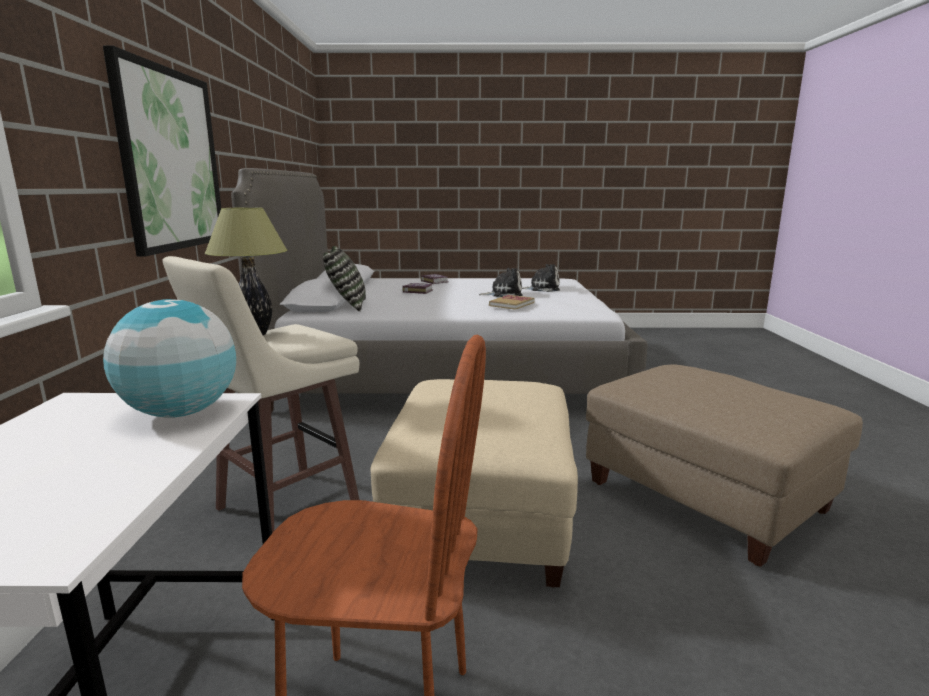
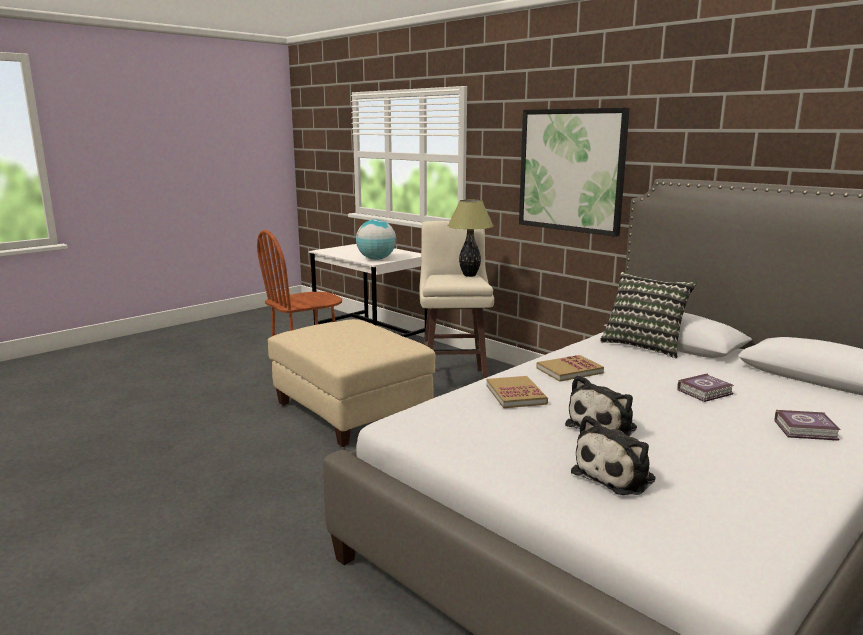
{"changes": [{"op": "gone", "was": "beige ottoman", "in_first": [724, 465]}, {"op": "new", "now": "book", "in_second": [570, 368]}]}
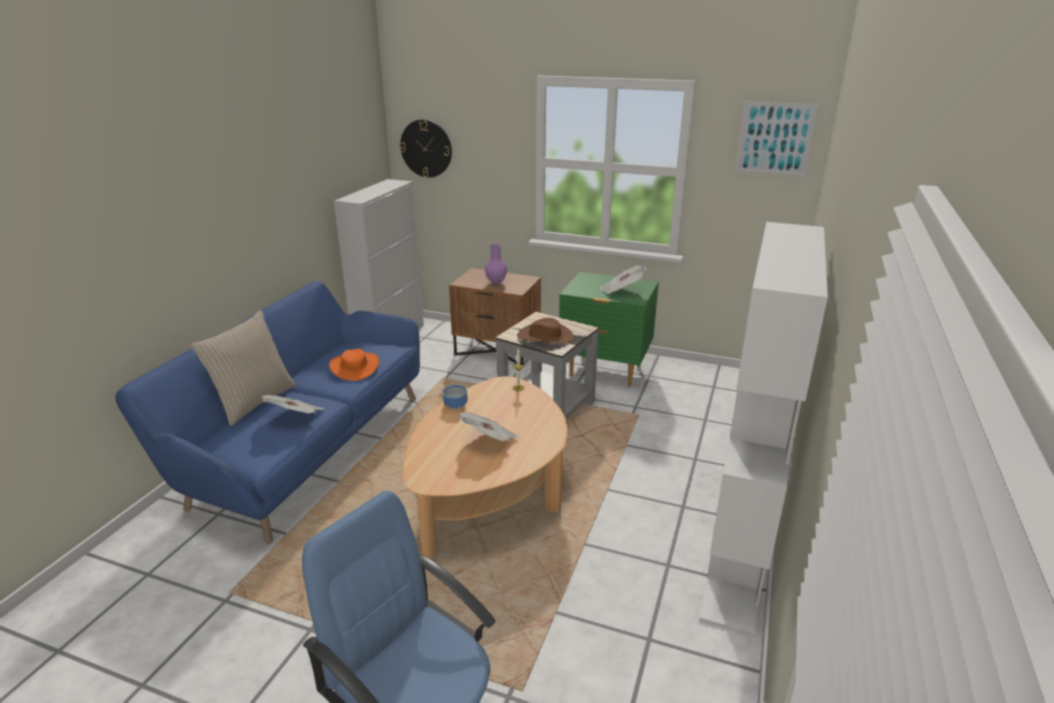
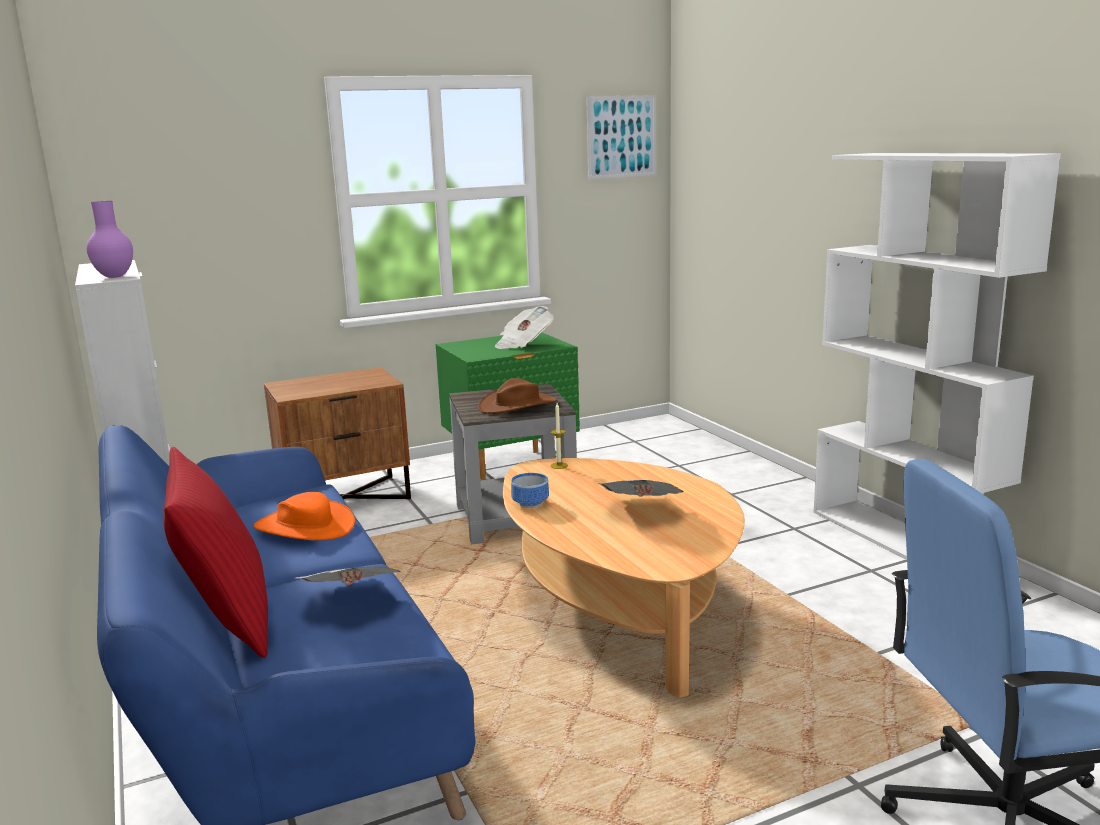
{"changes": [{"op": "gone", "was": "wall clock", "in_first": [426, 148]}, {"op": "shifted", "was": "purple vase", "in_first": [496, 264], "in_second": [109, 239]}, {"op": "repainted", "was": "beige pillow", "now": "red pillow", "in_first": [243, 368], "in_second": [215, 552]}]}
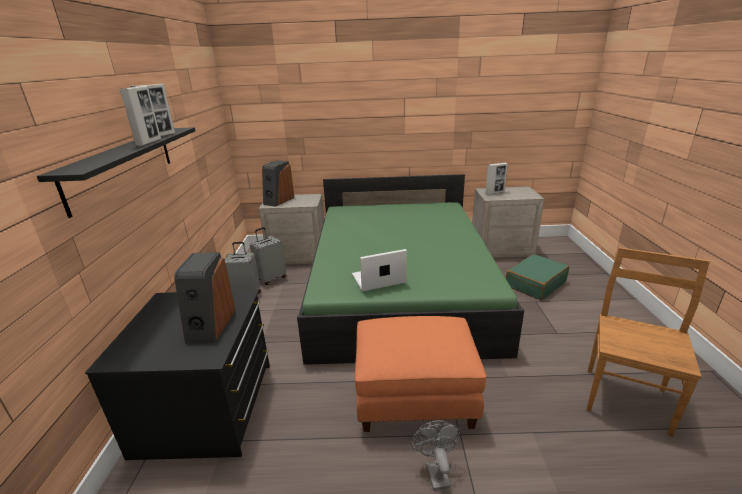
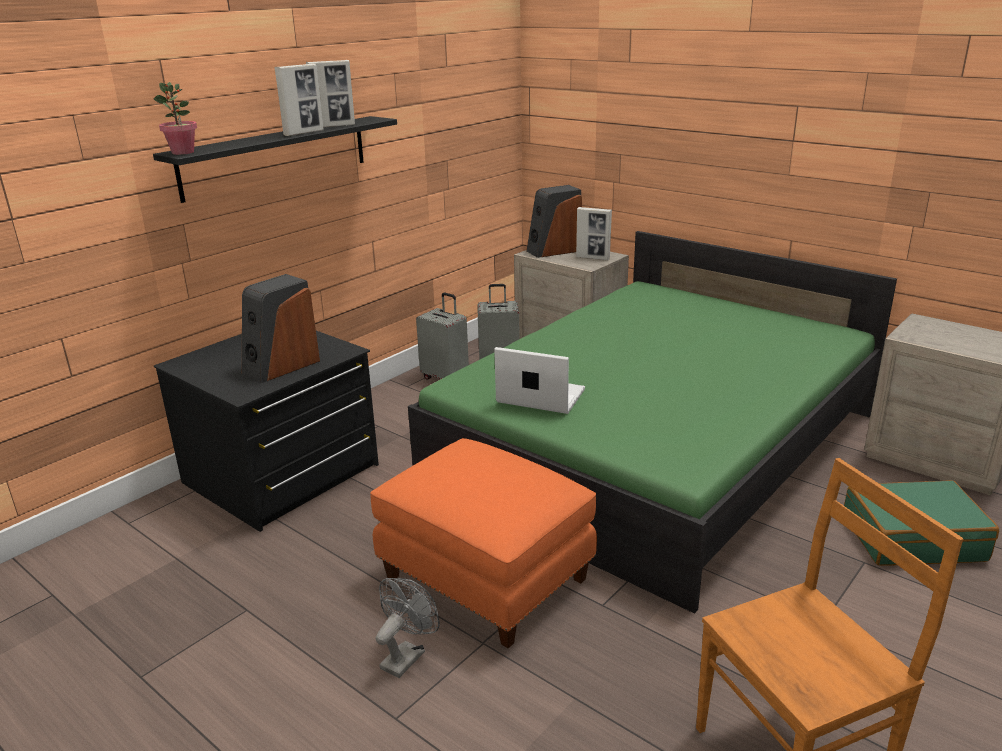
{"changes": [{"op": "shifted", "was": "picture frame", "in_first": [496, 179], "in_second": [594, 233]}, {"op": "new", "now": "potted plant", "in_second": [175, 118]}]}
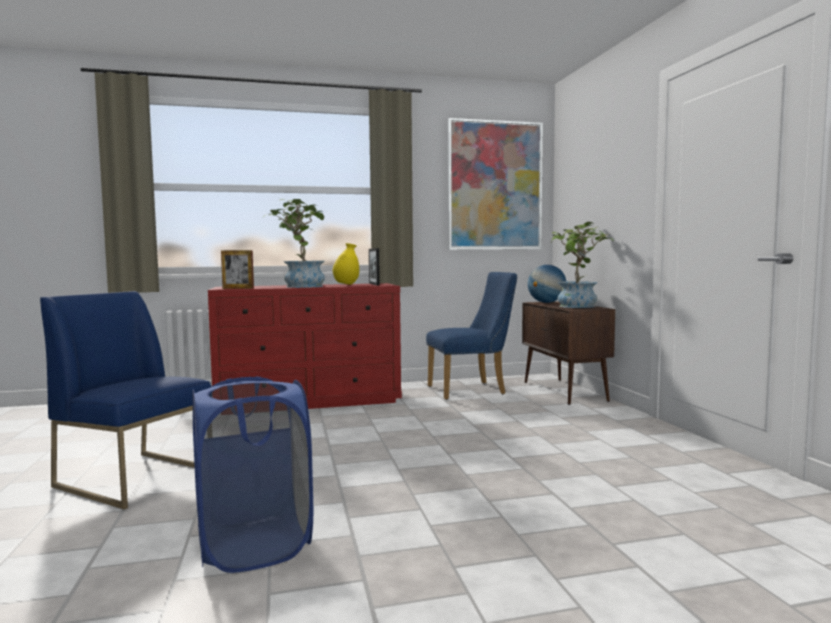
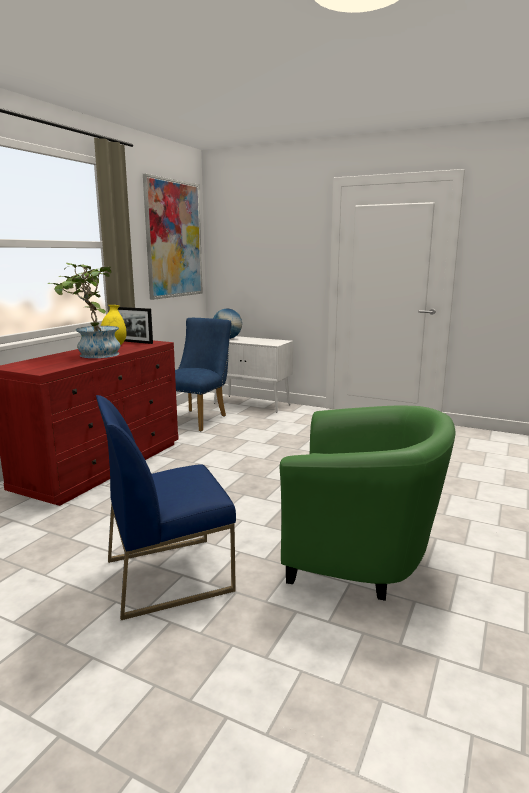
{"changes": [{"op": "gone", "was": "potted plant", "in_first": [582, 265]}, {"op": "gone", "was": "picture frame", "in_first": [237, 269]}, {"op": "repainted", "was": "brown cabinet", "now": "white cabinet", "in_first": [568, 353], "in_second": [253, 374]}, {"op": "swapped", "was": "blue laundry basket", "now": "green armchair", "in_first": [252, 475], "in_second": [367, 503]}]}
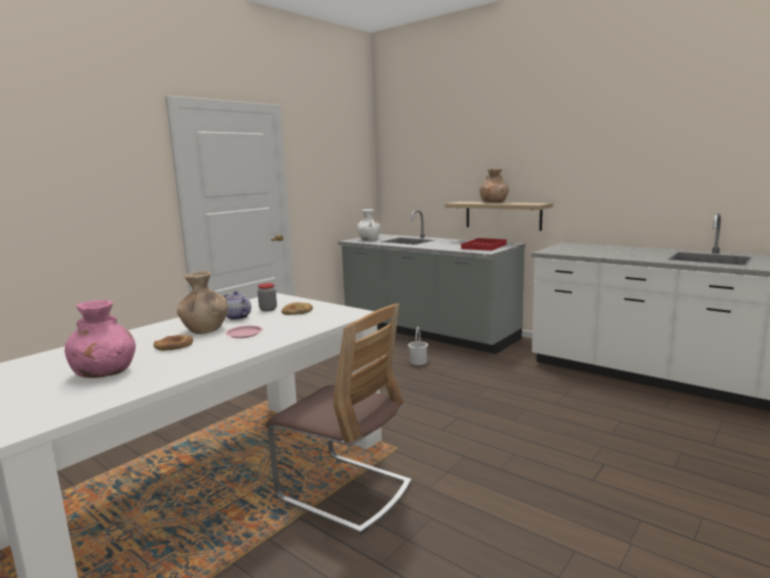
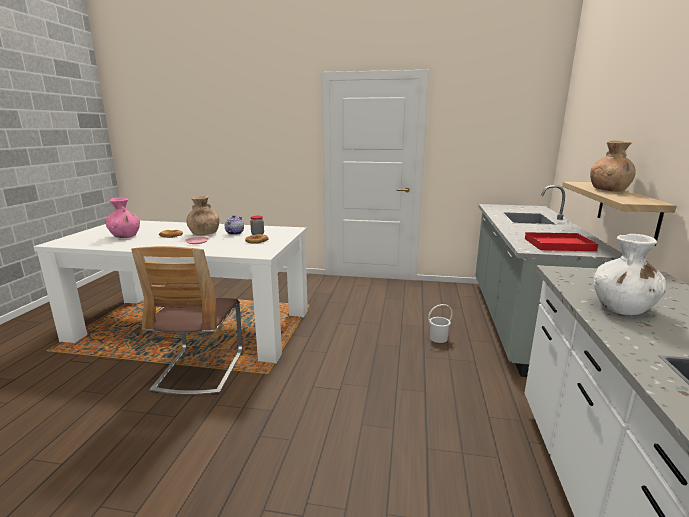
{"changes": [{"op": "shifted", "was": "white vase", "in_first": [369, 224], "in_second": [629, 274]}]}
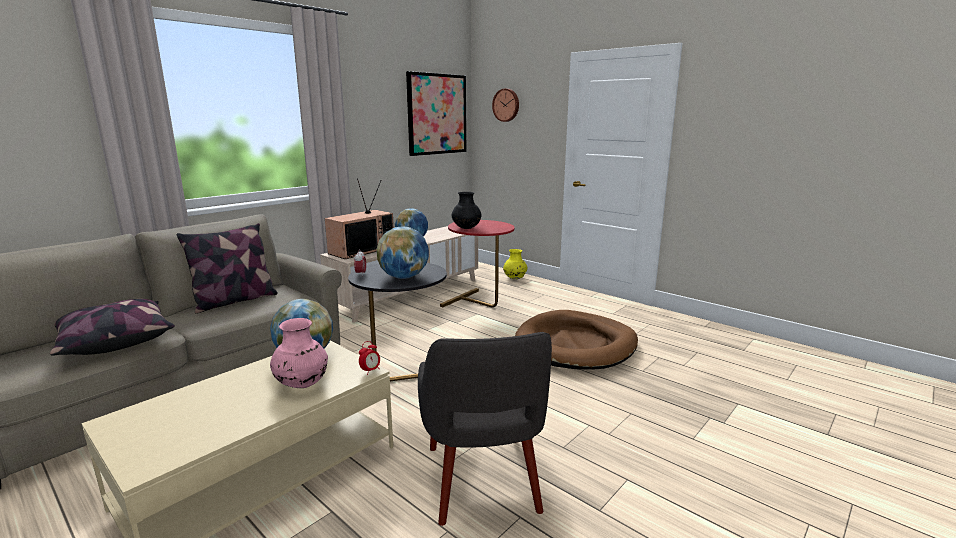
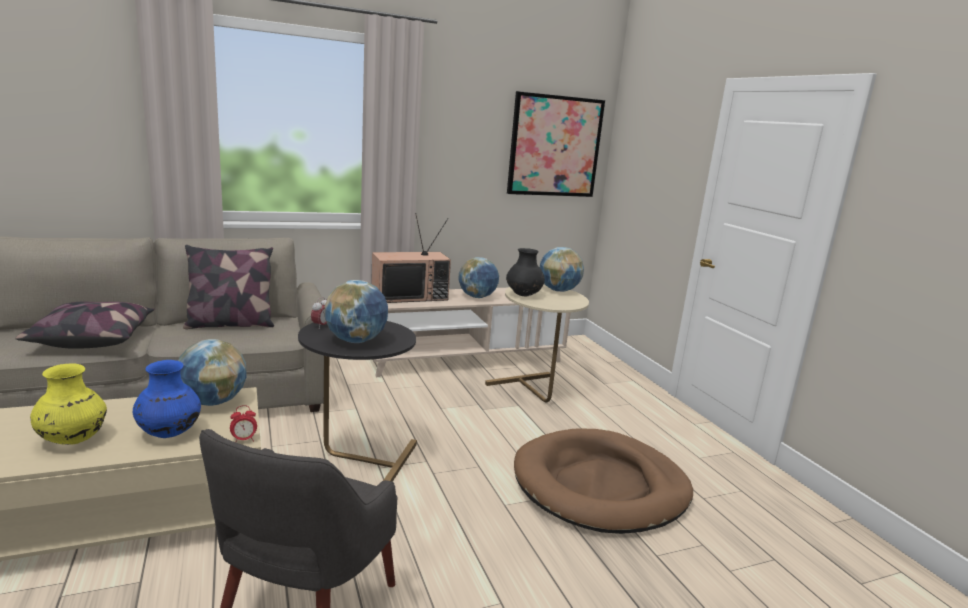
{"changes": [{"op": "gone", "was": "wall clock", "in_first": [505, 105]}, {"op": "repainted", "was": "red side table", "now": "beige side table", "in_first": [477, 263], "in_second": [537, 343]}, {"op": "shifted", "was": "yellow vase", "in_first": [515, 264], "in_second": [68, 404]}, {"op": "repainted", "was": "pink vase", "now": "blue vase", "in_first": [299, 353], "in_second": [167, 399]}, {"op": "new", "now": "globe", "in_second": [562, 269]}]}
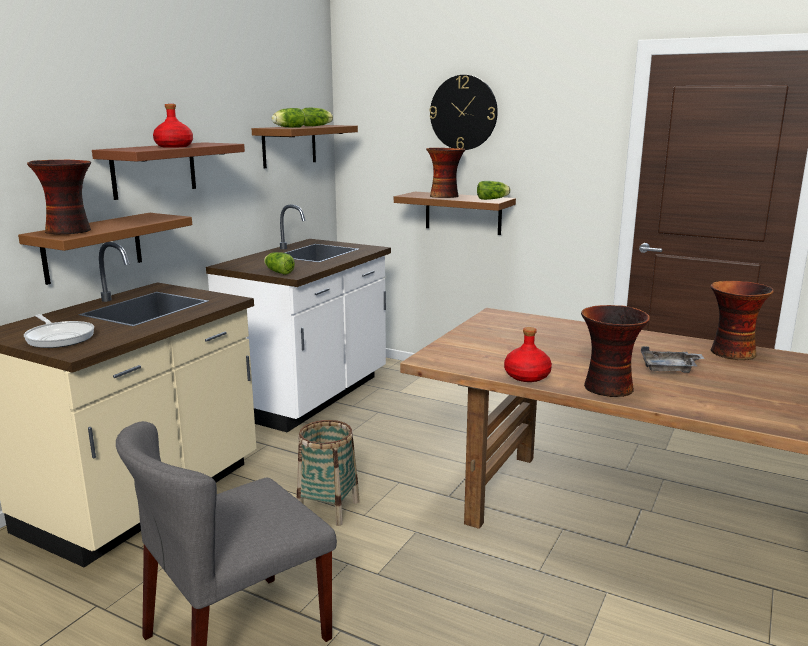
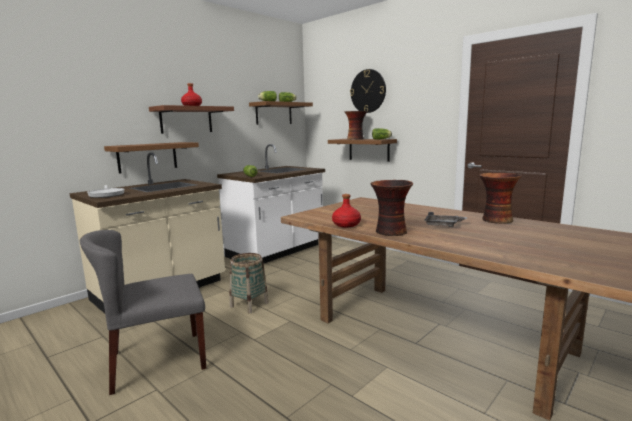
{"changes": [{"op": "gone", "was": "vase", "in_first": [59, 197]}]}
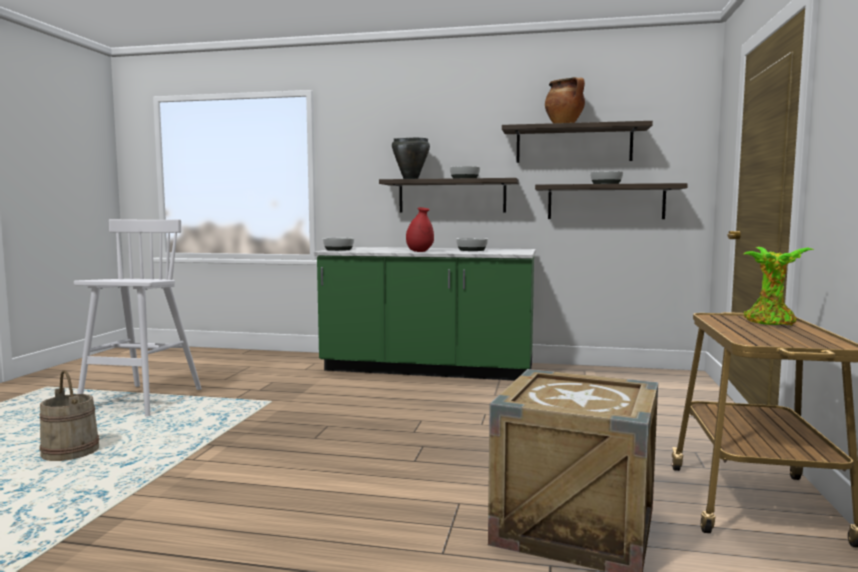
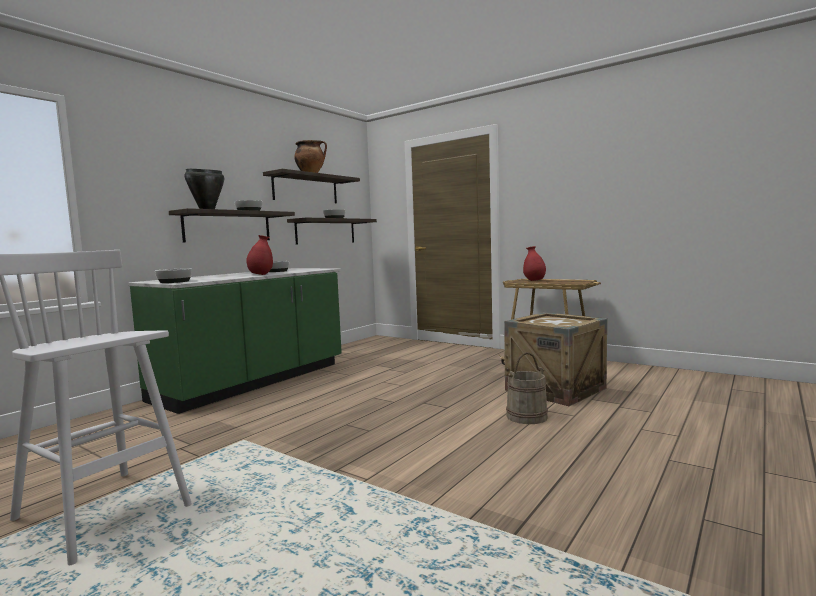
{"changes": [{"op": "swapped", "was": "potted plant", "now": "red vase", "in_first": [779, 286], "in_second": [534, 263]}, {"op": "shifted", "was": "beige bucket", "in_first": [69, 415], "in_second": [527, 388]}]}
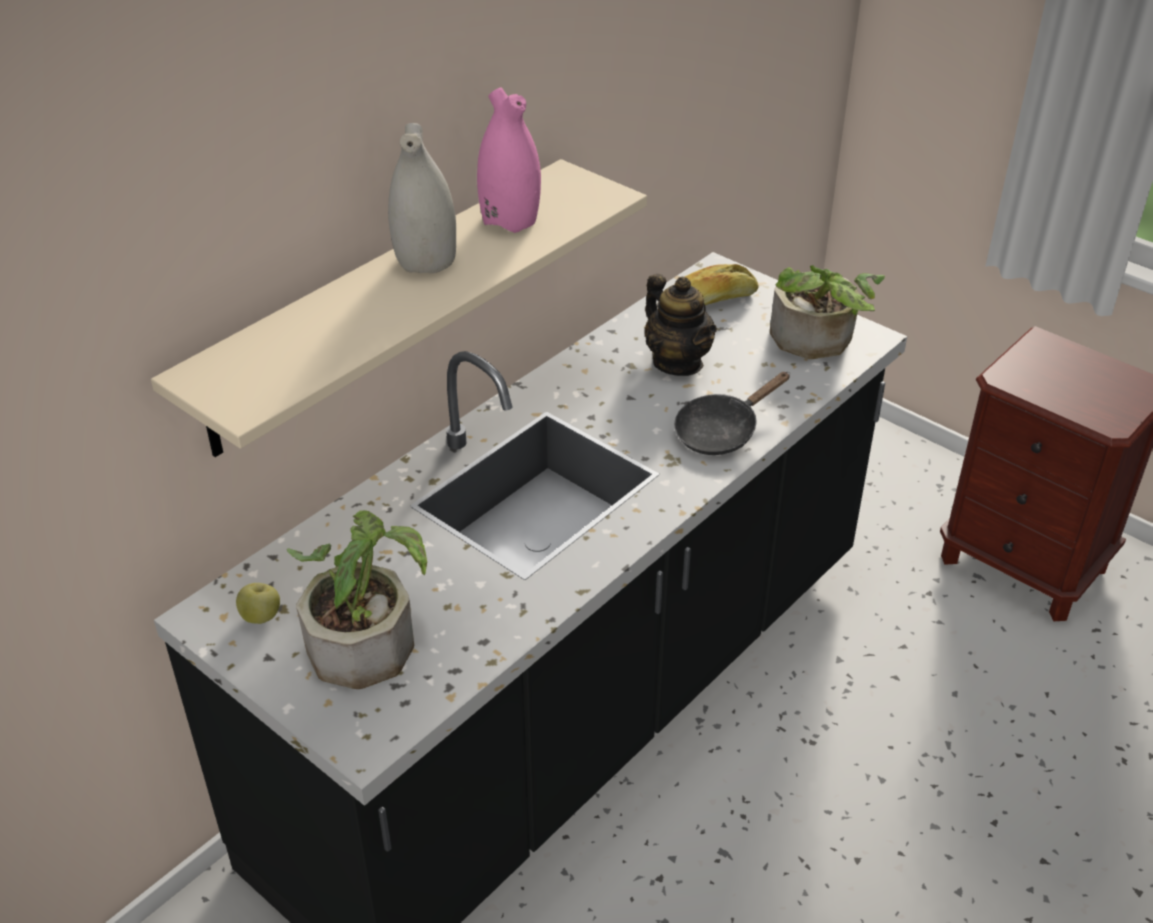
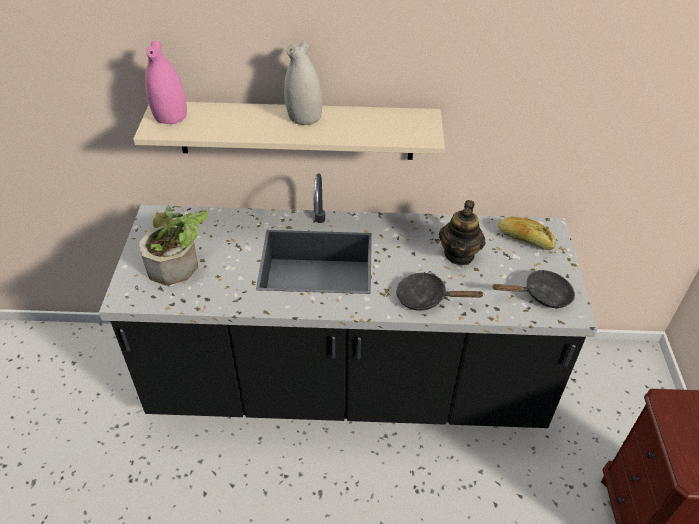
{"changes": [{"op": "shifted", "was": "pink vase", "in_first": [509, 160], "in_second": [166, 82]}, {"op": "swapped", "was": "potted plant", "now": "black frying pan", "in_first": [827, 312], "in_second": [533, 289]}]}
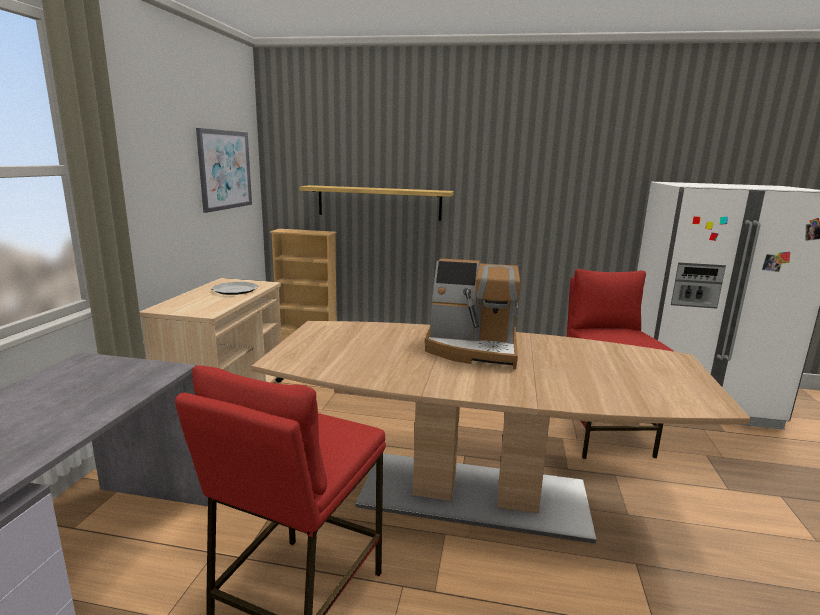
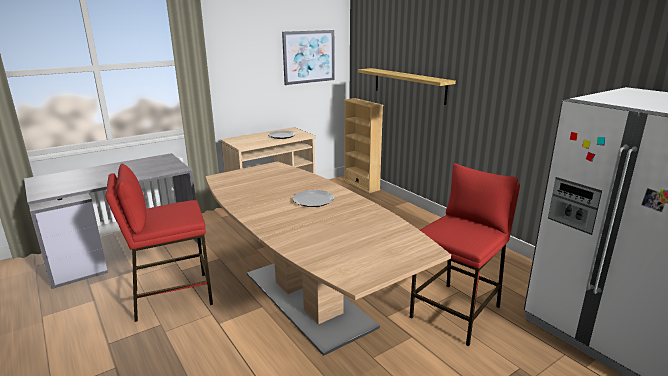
{"changes": [{"op": "swapped", "was": "coffee machine", "now": "plate", "in_first": [472, 313], "in_second": [314, 198]}]}
